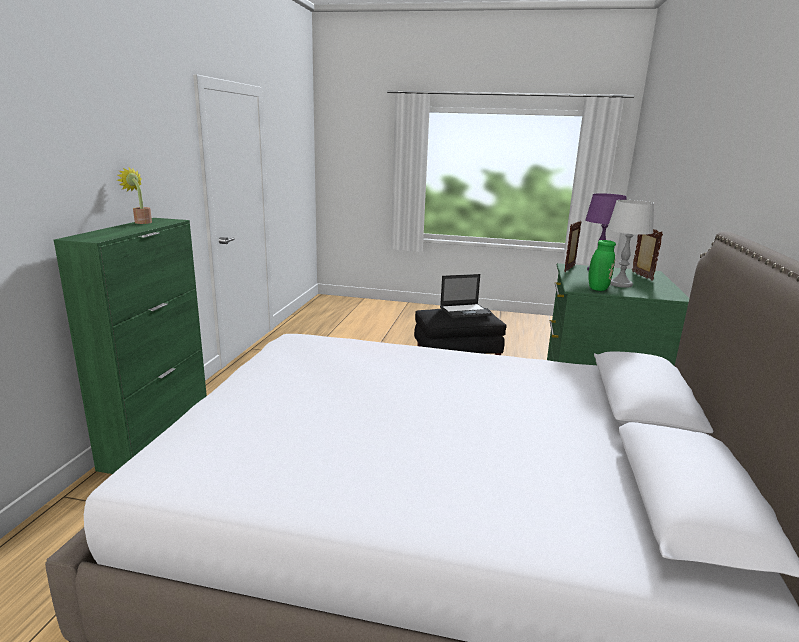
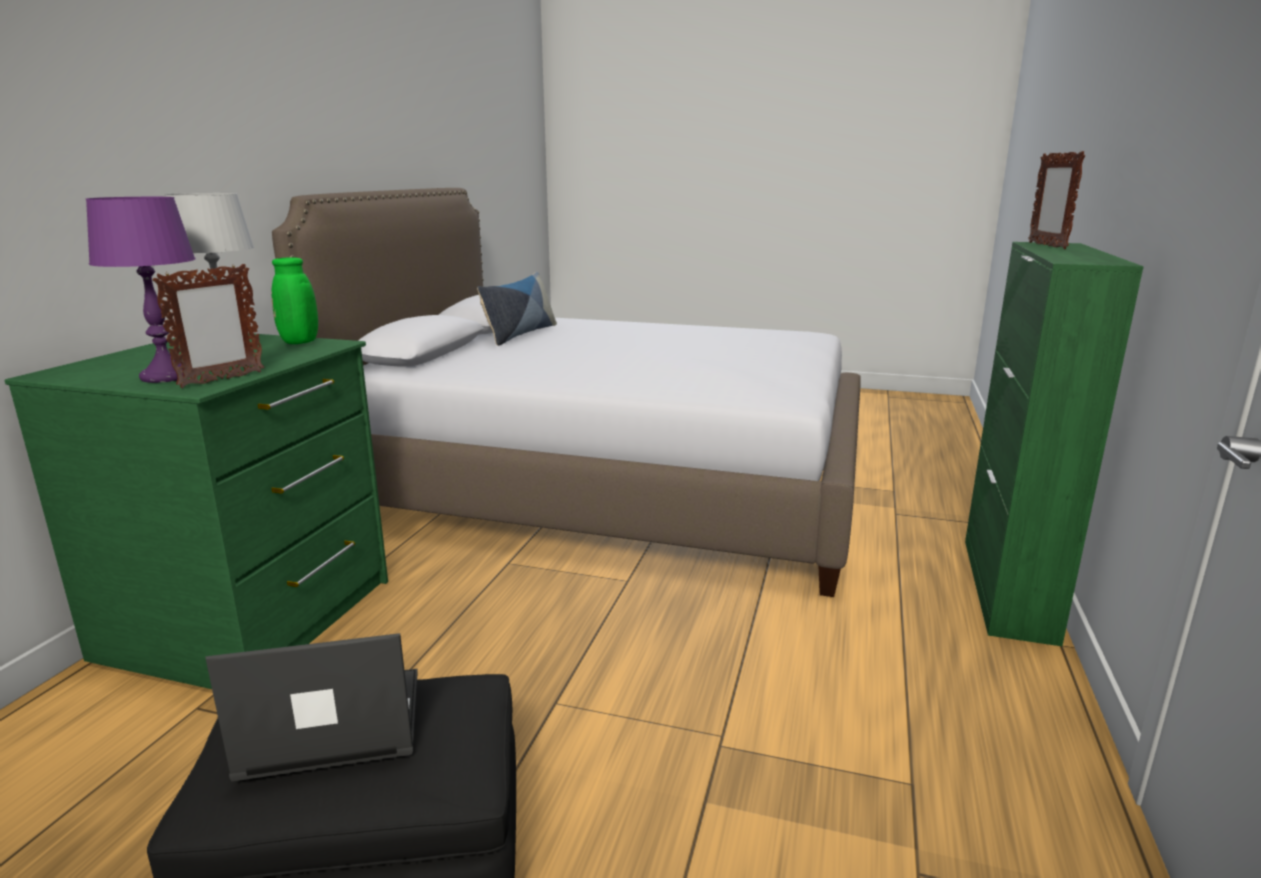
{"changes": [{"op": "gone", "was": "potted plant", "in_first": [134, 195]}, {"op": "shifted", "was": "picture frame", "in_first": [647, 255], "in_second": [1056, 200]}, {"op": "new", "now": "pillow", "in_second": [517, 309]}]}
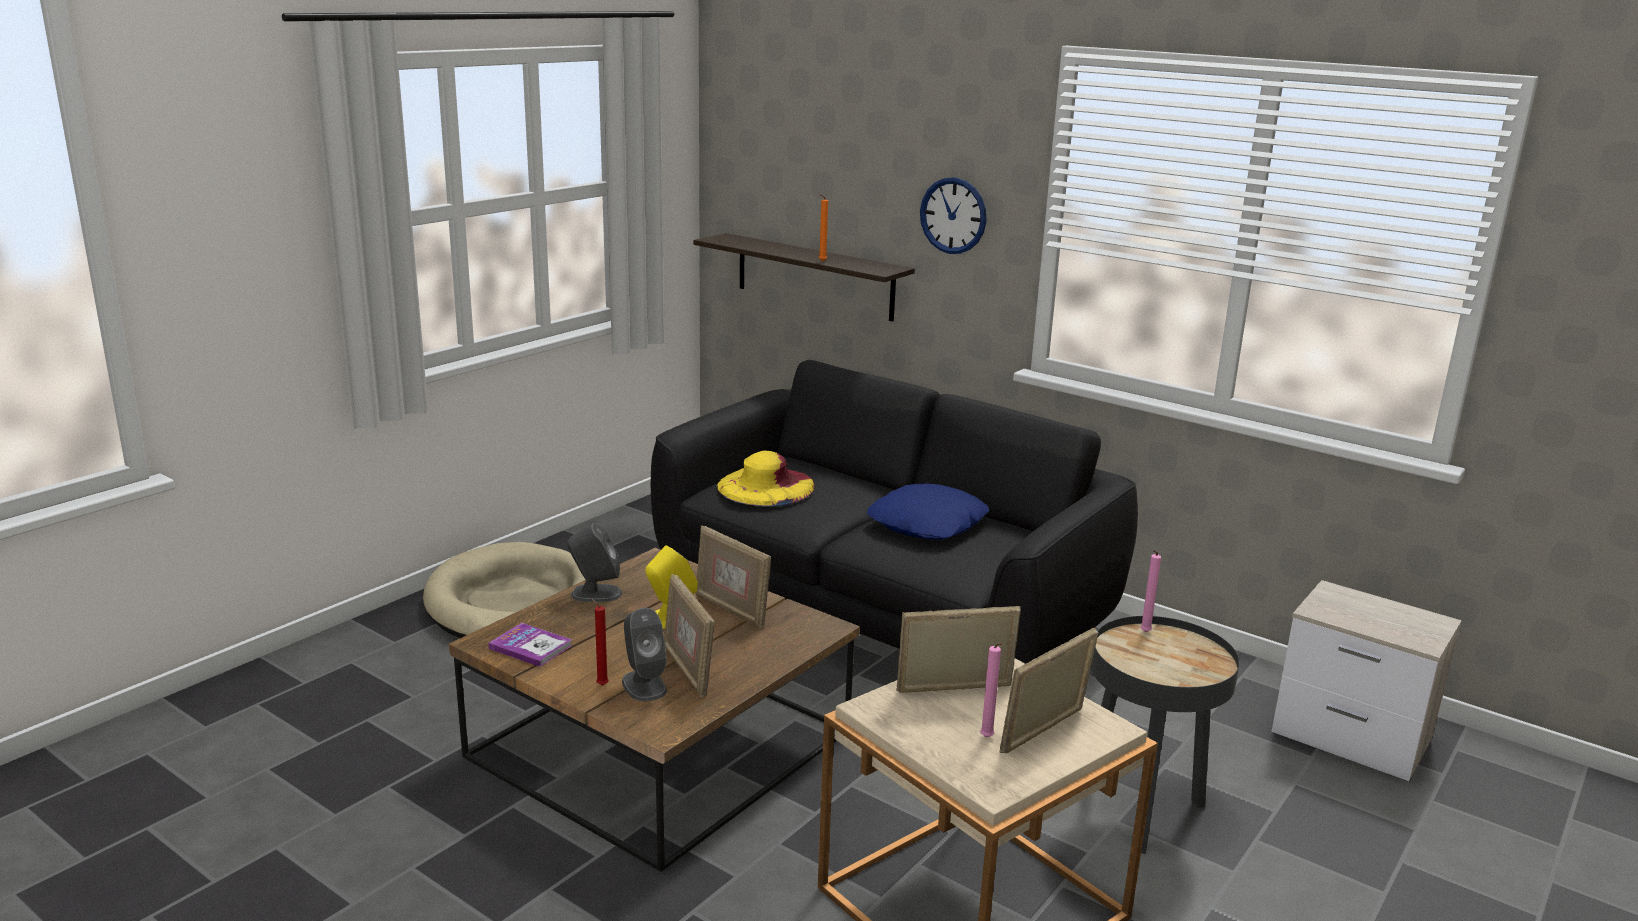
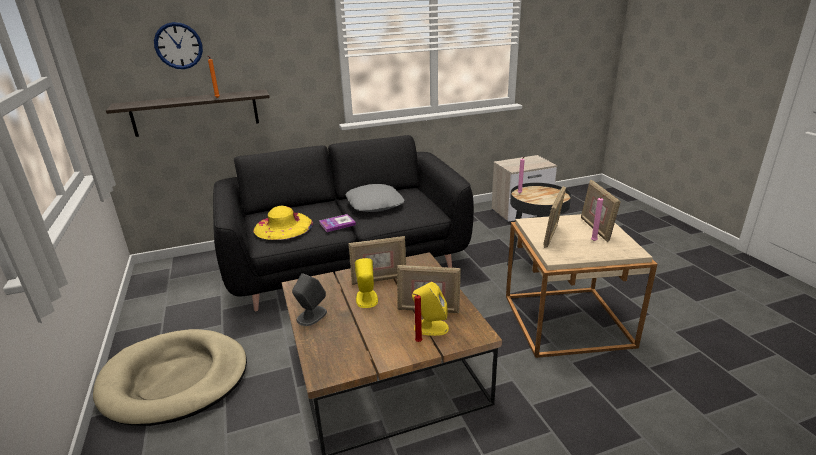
{"changes": [{"op": "shifted", "was": "wall clock", "in_first": [953, 215], "in_second": [178, 45]}, {"op": "repainted", "was": "blue pillow", "now": "grey pillow", "in_first": [928, 511], "in_second": [374, 198]}, {"op": "repainted", "was": "grey speaker", "now": "yellow speaker", "in_first": [644, 655], "in_second": [430, 309]}, {"op": "shifted", "was": "book", "in_first": [530, 645], "in_second": [337, 223]}]}
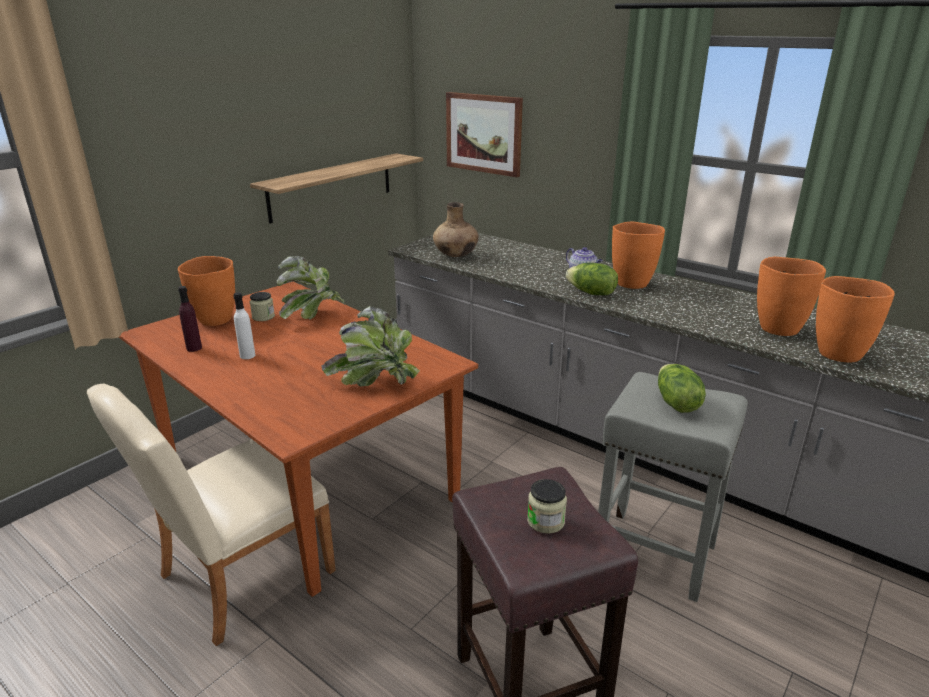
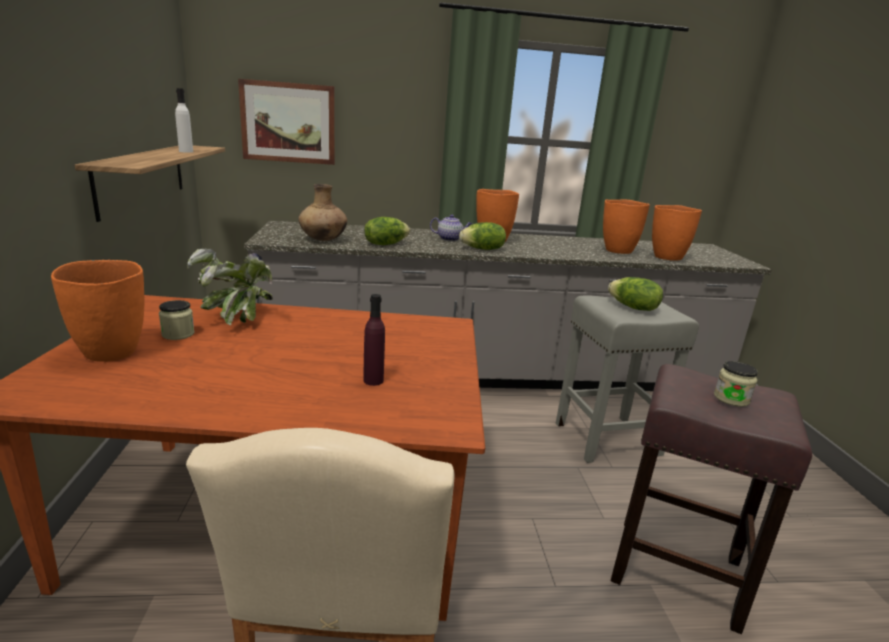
{"changes": [{"op": "shifted", "was": "purple bottle", "in_first": [190, 319], "in_second": [374, 340]}, {"op": "shifted", "was": "white bottle", "in_first": [244, 325], "in_second": [184, 120]}, {"op": "gone", "was": "potted plant", "in_first": [370, 346]}, {"op": "new", "now": "lettuce", "in_second": [387, 231]}]}
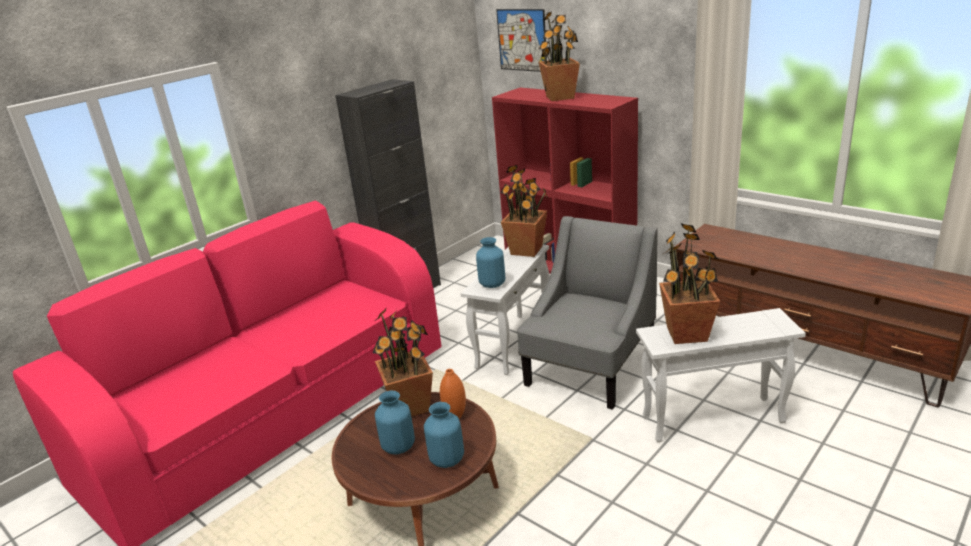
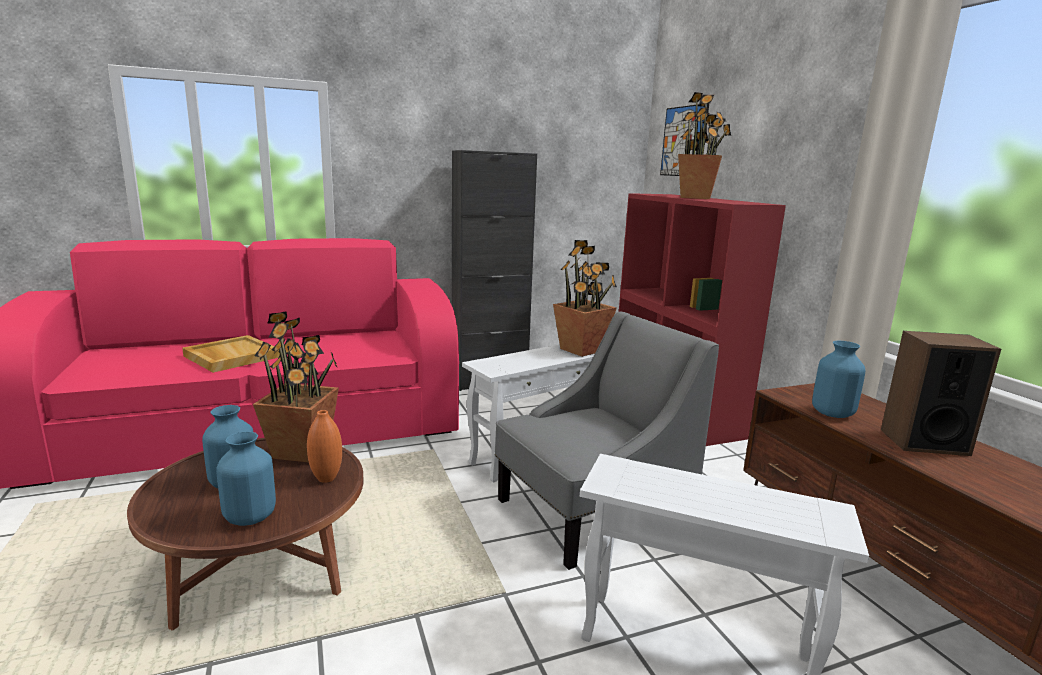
{"changes": [{"op": "gone", "was": "potted plant", "in_first": [689, 283]}, {"op": "shifted", "was": "blue vase", "in_first": [490, 262], "in_second": [838, 379]}, {"op": "new", "now": "speaker", "in_second": [941, 393]}, {"op": "new", "now": "beige tray", "in_second": [231, 354]}]}
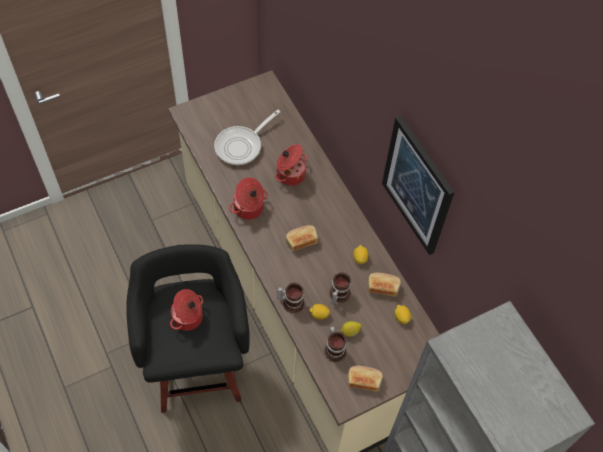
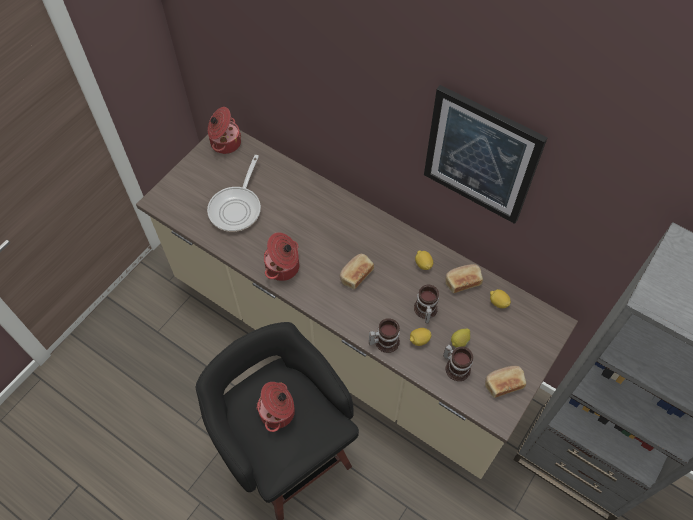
{"changes": [{"op": "shifted", "was": "cooking pot", "in_first": [291, 165], "in_second": [224, 130]}]}
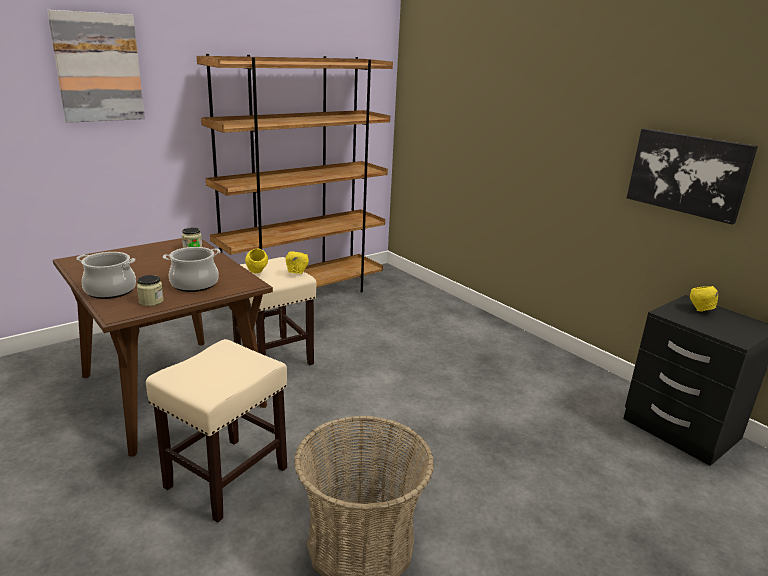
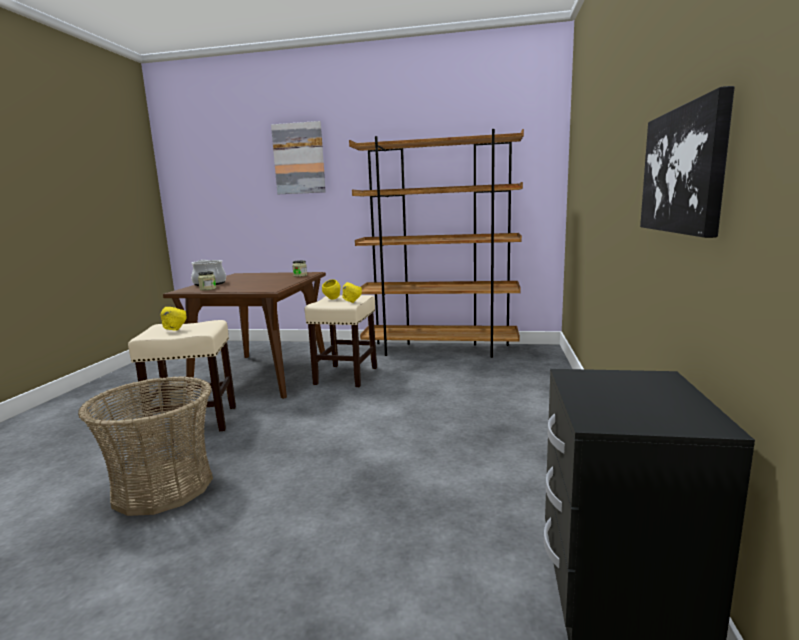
{"changes": [{"op": "gone", "was": "cooking pot", "in_first": [191, 269]}, {"op": "shifted", "was": "yellow bowl", "in_first": [704, 299], "in_second": [173, 319]}]}
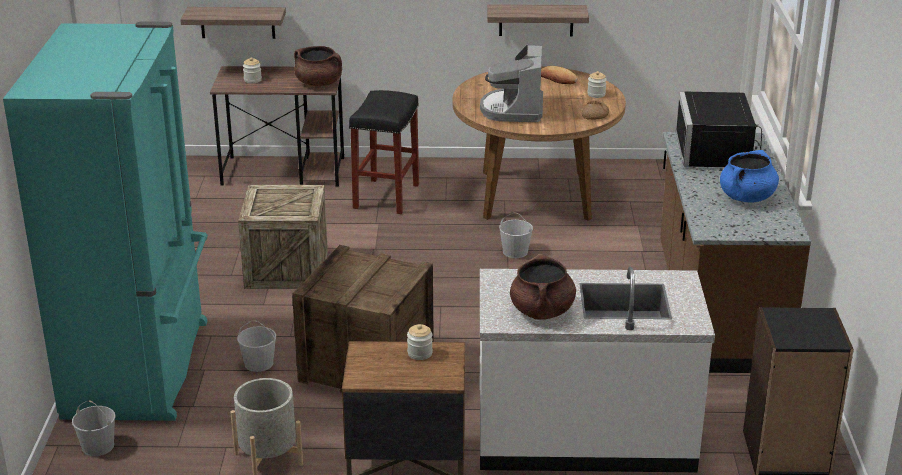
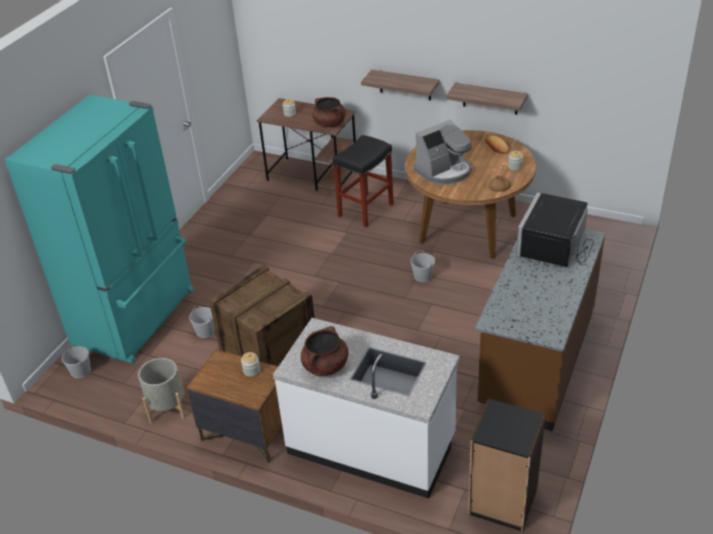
{"changes": [{"op": "shifted", "was": "shelf", "in_first": [233, 23], "in_second": [400, 85]}, {"op": "rotated", "was": "coffee machine", "in_first": [511, 83], "in_second": [443, 152], "clockwise": -150}, {"op": "gone", "was": "blue cooking pot", "in_first": [749, 176]}, {"op": "gone", "was": "crate", "in_first": [283, 237]}]}
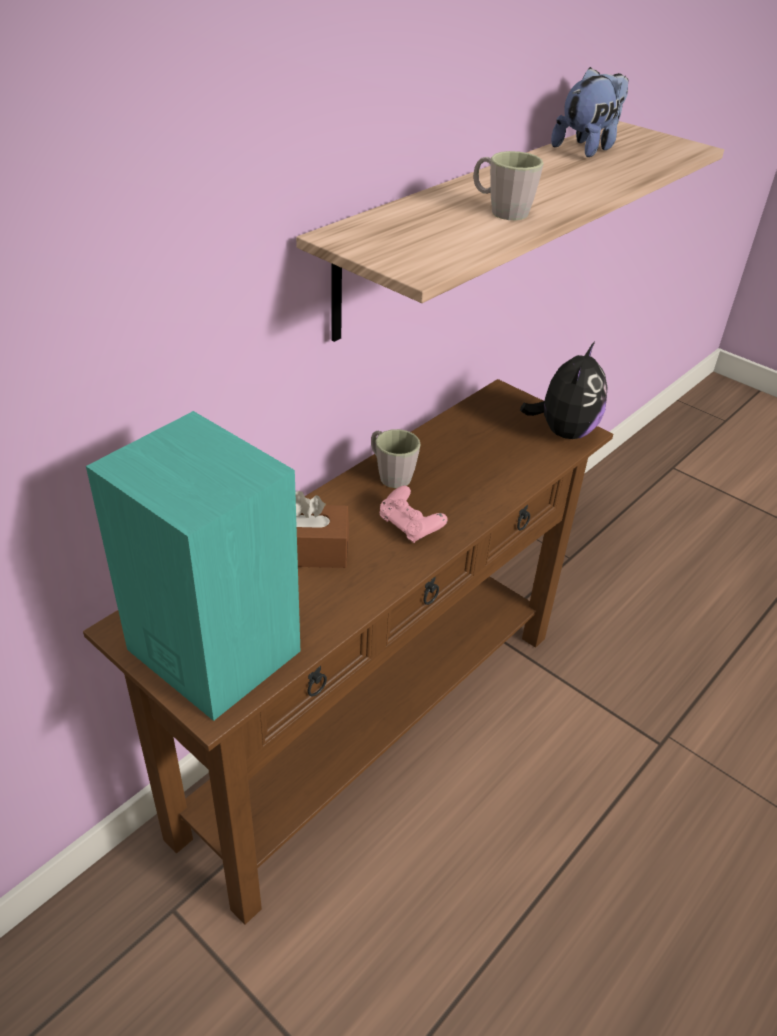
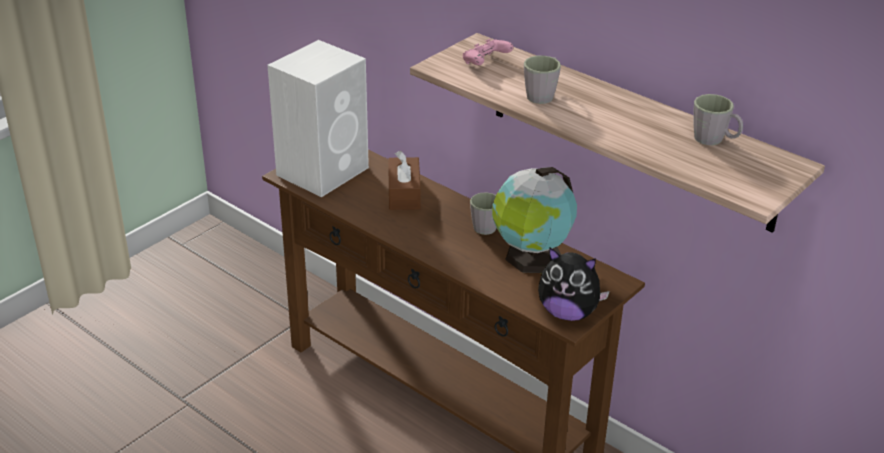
{"changes": [{"op": "swapped", "was": "plush toy", "now": "grey mug", "in_first": [589, 112], "in_second": [718, 119]}, {"op": "repainted", "was": "turquoise speaker", "now": "white speaker", "in_first": [193, 566], "in_second": [318, 118]}, {"op": "shifted", "was": "pink game controller", "in_first": [414, 514], "in_second": [488, 52]}, {"op": "new", "now": "globe", "in_second": [534, 220]}]}
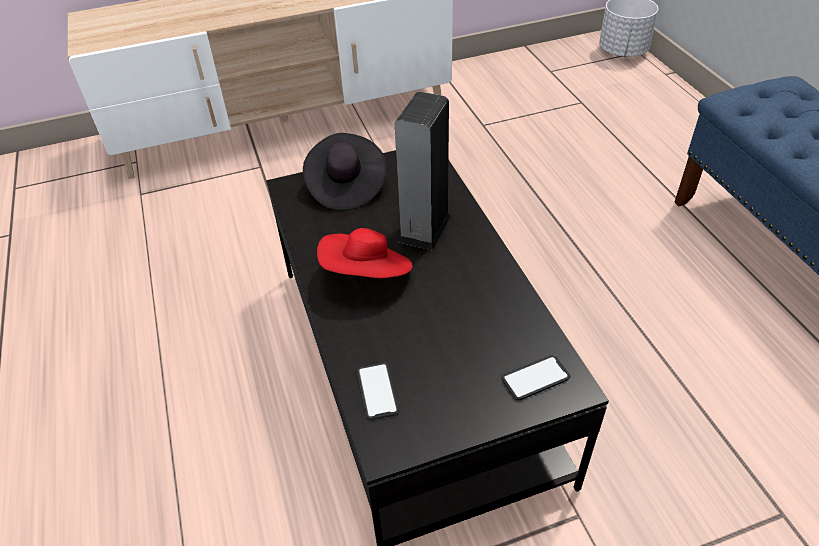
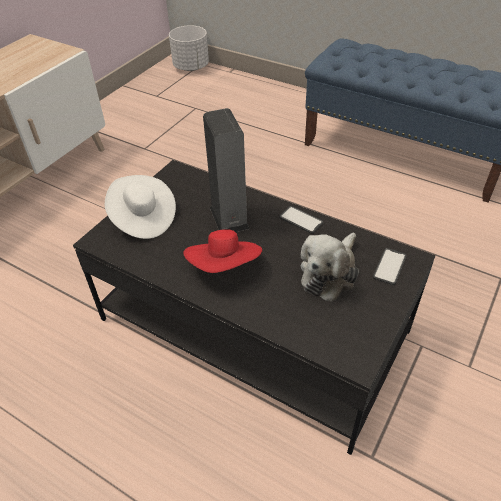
{"changes": [{"op": "repainted", "was": "black hat", "now": "white hat", "in_first": [344, 172], "in_second": [140, 207]}, {"op": "shifted", "was": "phone", "in_first": [378, 391], "in_second": [301, 219]}, {"op": "new", "now": "plush toy", "in_second": [330, 267]}]}
